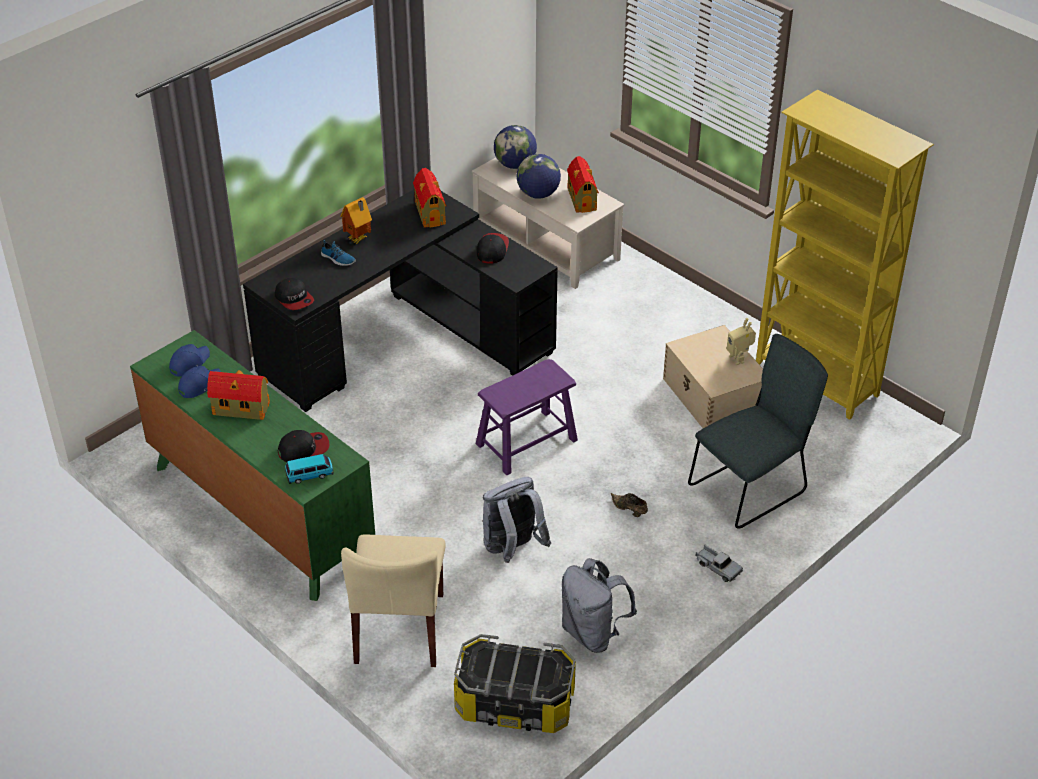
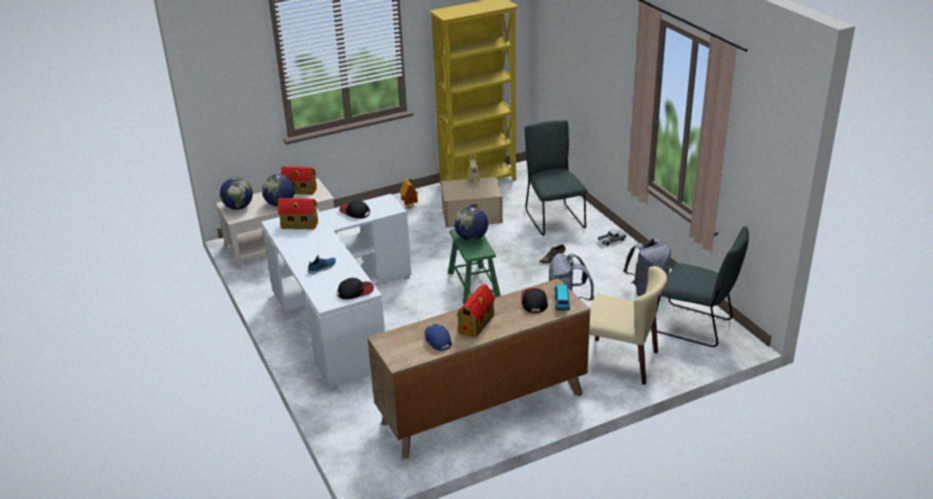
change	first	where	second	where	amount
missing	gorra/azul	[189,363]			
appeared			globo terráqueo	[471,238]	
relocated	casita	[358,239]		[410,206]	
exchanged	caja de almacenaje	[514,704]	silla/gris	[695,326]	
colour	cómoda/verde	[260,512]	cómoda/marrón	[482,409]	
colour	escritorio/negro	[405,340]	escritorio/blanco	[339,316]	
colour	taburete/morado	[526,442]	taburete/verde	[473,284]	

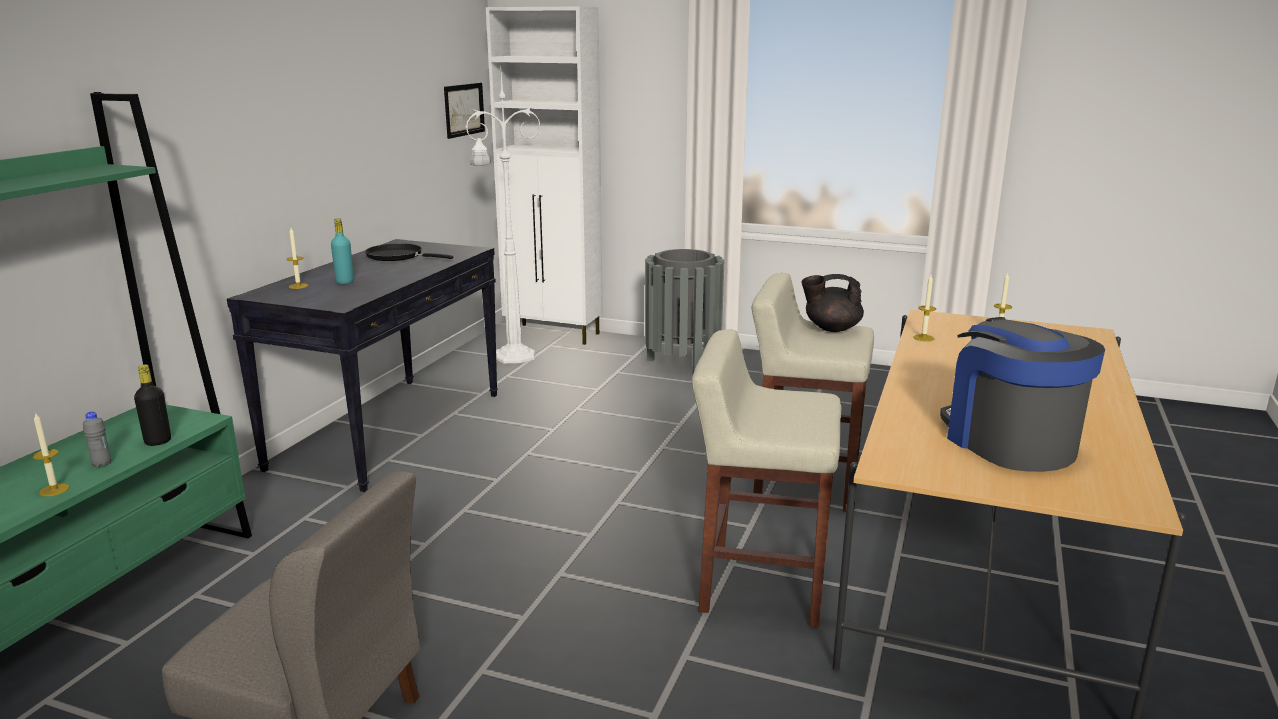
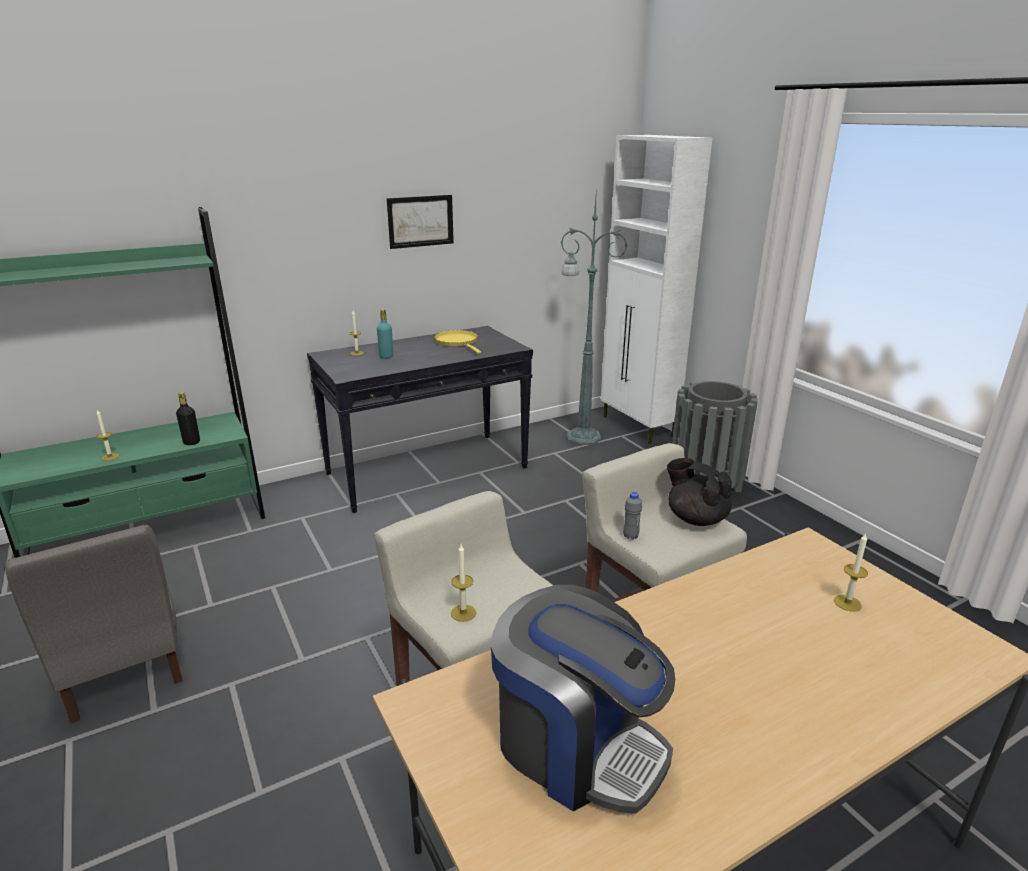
change	first	where	second	where	amount
relocated	botella/gris	[102,464]		[630,536]	
relocated	cuadro	[464,109]		[420,221]	
relocated	vela	[923,338]		[463,613]	
colour	sartén/negro	[398,256]	sartén/amarillo	[457,342]	
colour	lámpara de pie/blanco	[512,356]	lámpara de pie/verde	[581,437]	
spun	cafetera	[1008,442]		[577,745]	105 degrees clockwise

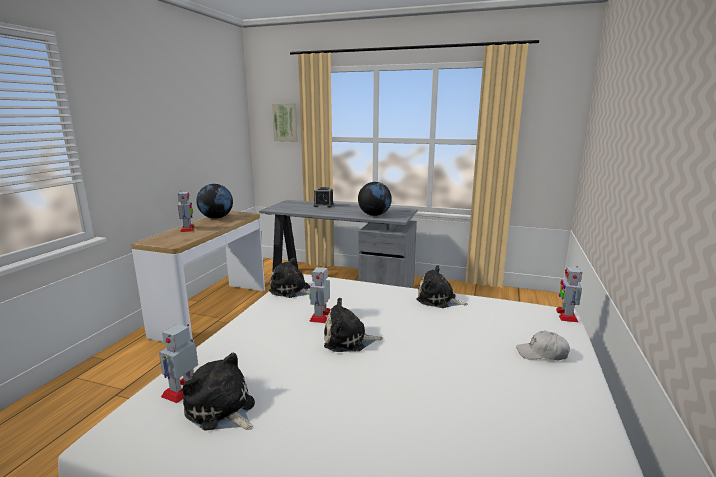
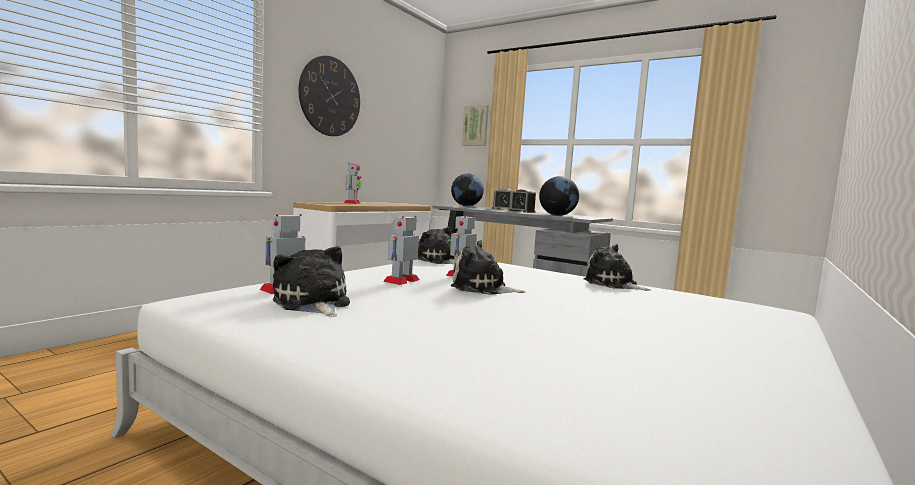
change	first	where	second	where	amount
missing	gorra/blanco	[542,353]			
appeared			reloj de pared	[330,97]	
appeared			despertador	[522,211]	
relocated	globo terráqueo	[216,218]		[466,206]	
relocated	robot de juguete	[566,315]		[401,281]	

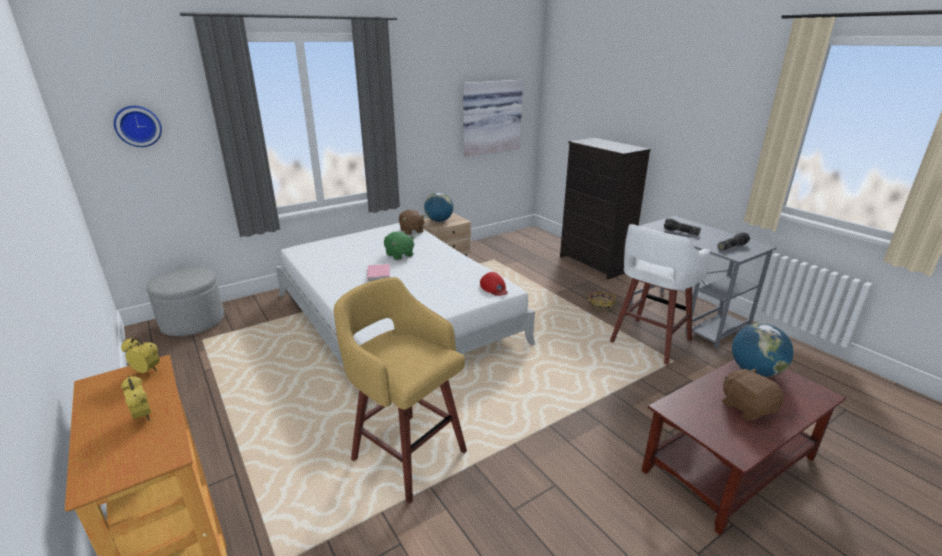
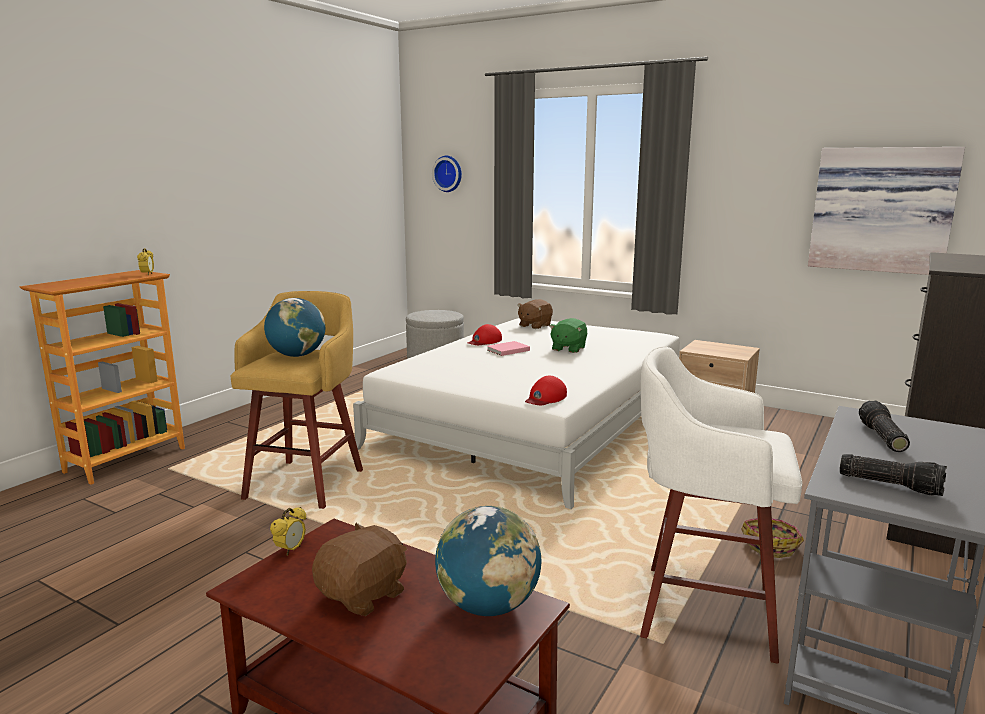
change	first	where	second	where	amount
appeared			gorra/rojo	[484,341]	
relocated	despertador	[143,417]		[291,550]	
relocated	peluche/marrón	[411,231]		[534,325]	
relocated	globo terráqueo	[439,221]		[297,355]	

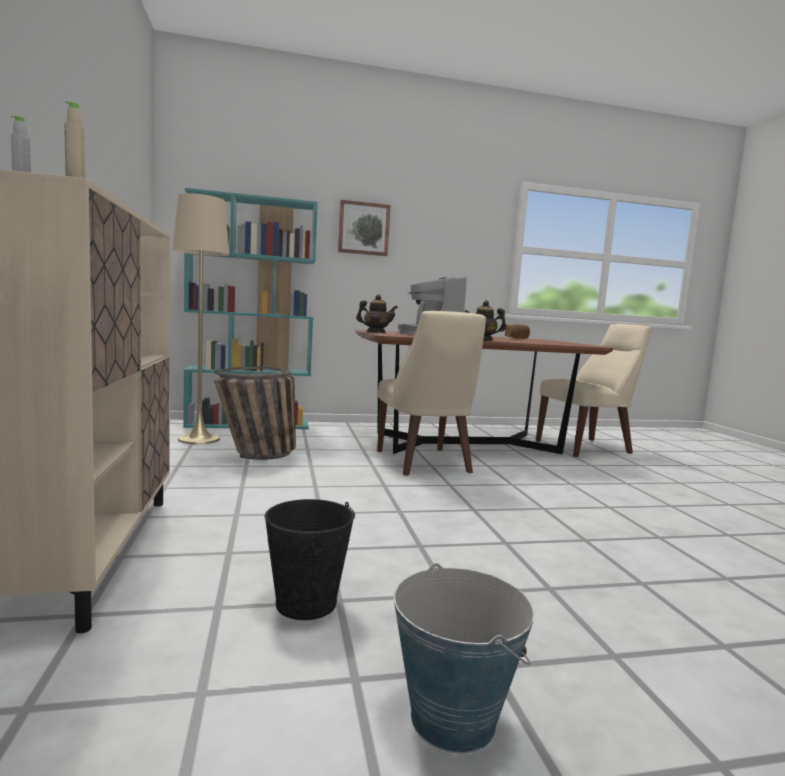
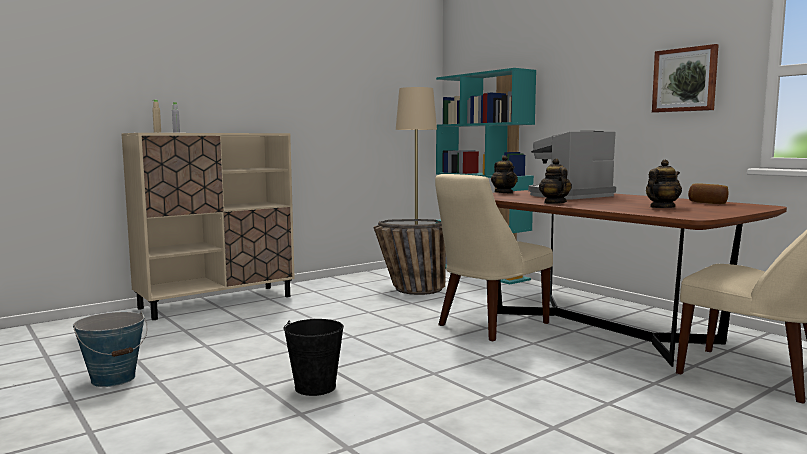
change	first	where	second	where	amount
appeared			tetera	[661,208]	
relocated	cubo/negro	[305,602]		[315,387]	
relocated	cuadro	[363,228]		[685,80]	

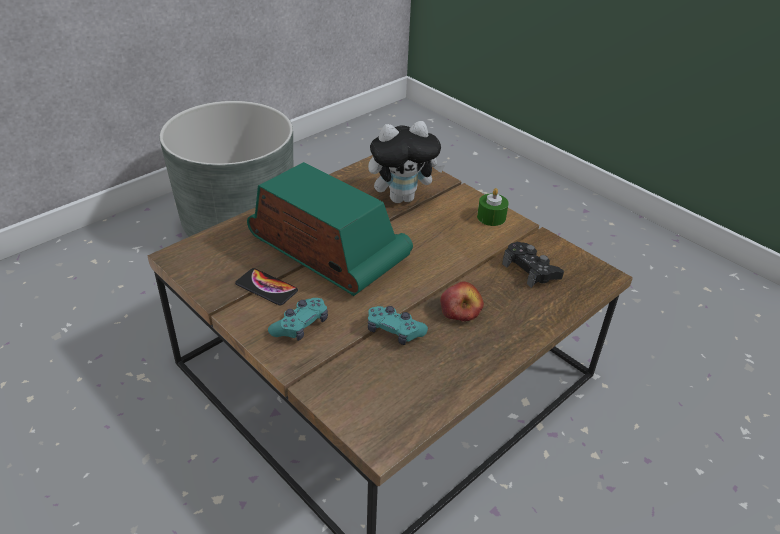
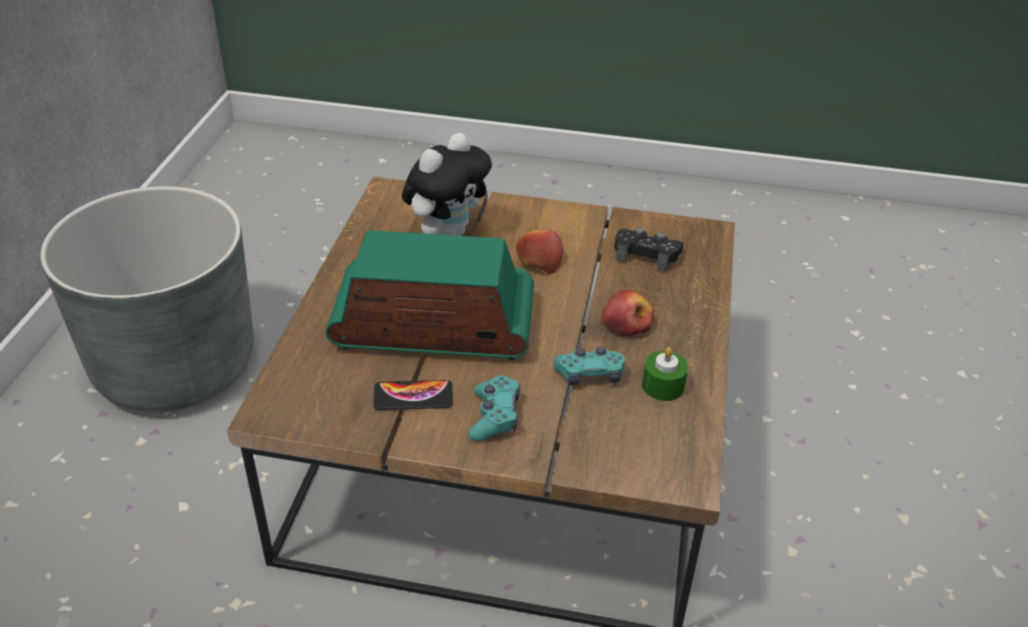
change	first	where	second	where	amount
appeared			manzana	[539,260]	
relocated	vela/verde	[491,217]		[663,386]	

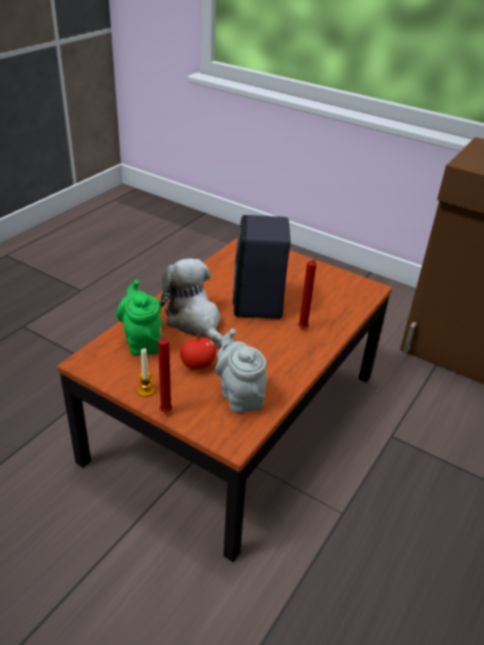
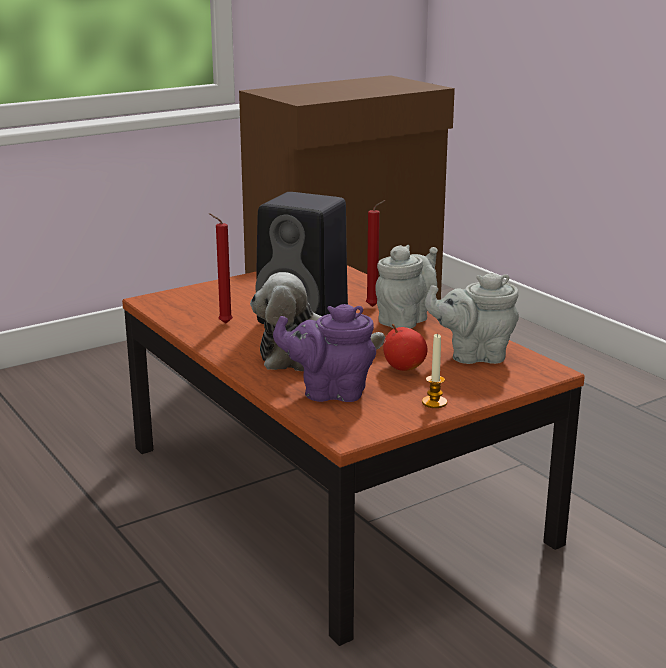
change	first	where	second	where	amount
appeared			tetera/gris	[406,320]	
relocated	vela/rojo	[165,410]		[223,323]	
colour	tetera/verde	[142,341]	tetera/morado	[330,392]	

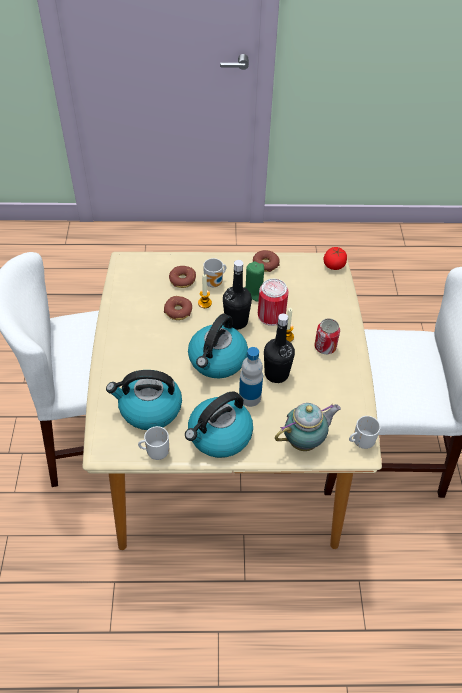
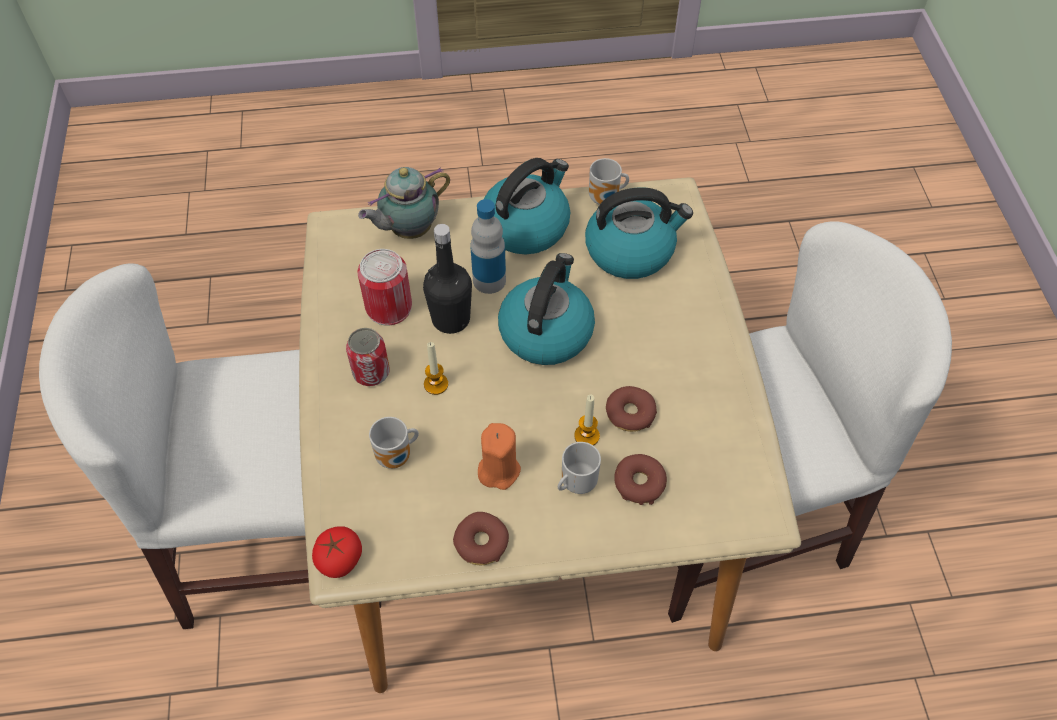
change	first	where	second	where	amount
missing	botella/negro	[236,321]			
relocated	lata	[271,315]		[389,307]	
relocated	taza grande	[361,441]		[397,457]	
colour	vela/verde	[254,292]	vela/naranja	[498,470]	

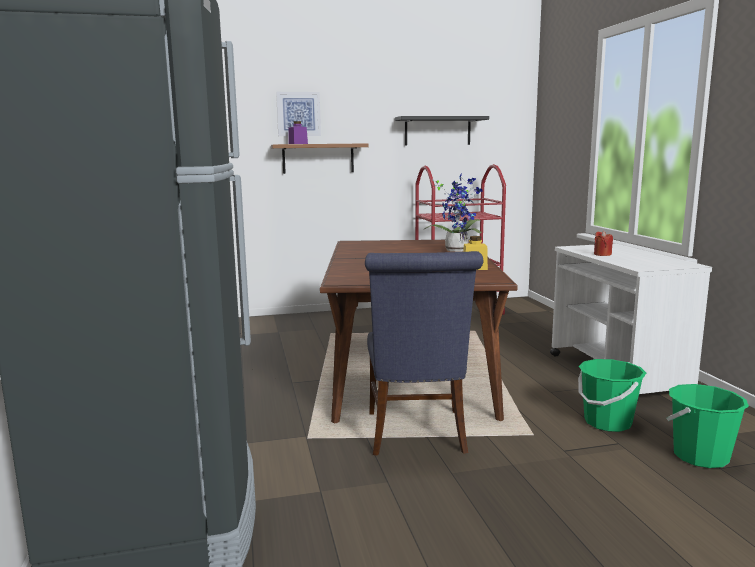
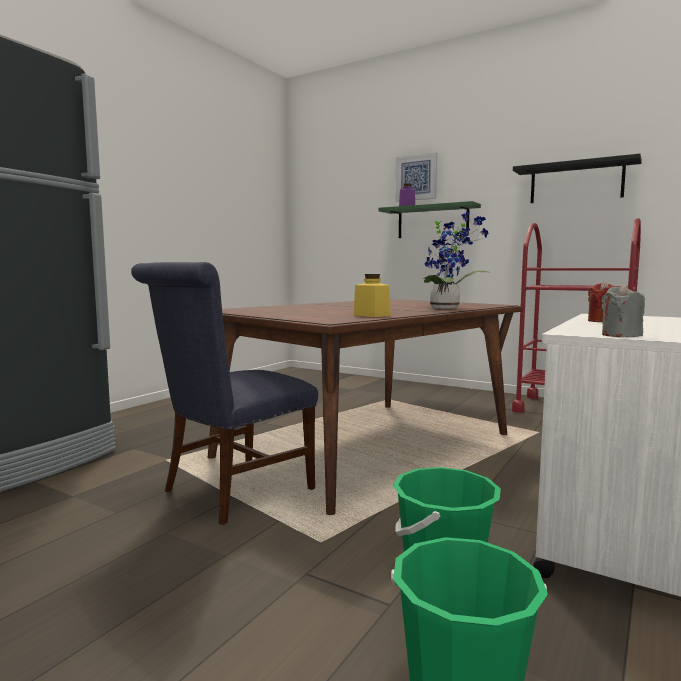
change	first	where	second	where	amount
appeared			vela/gris	[621,335]	
colour	estante/marrón	[318,158]	estante/verde	[432,222]	

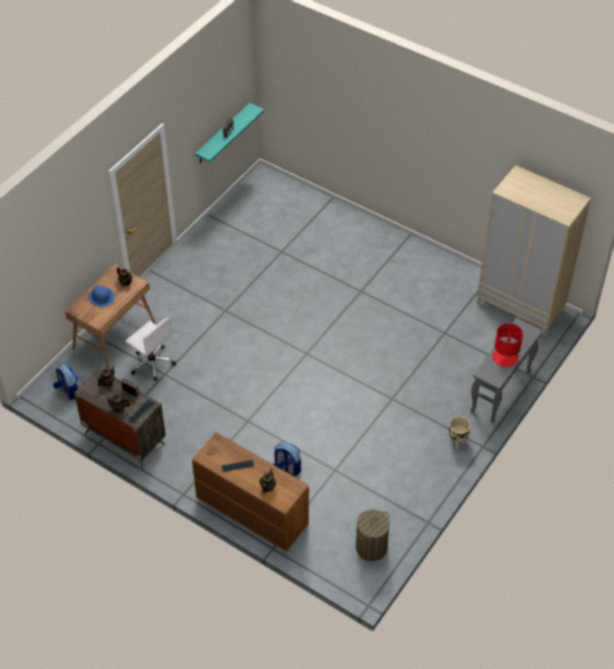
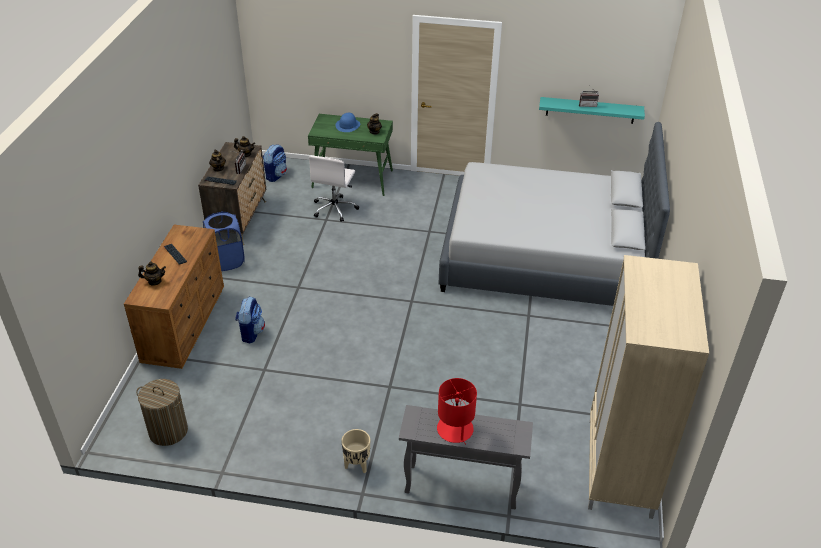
change	first	where	second	where	amount
appeared			cesto de la ropa/azul	[227,261]	
appeared			cama/gris	[544,257]	
colour	escritorio/marrón	[114,336]	escritorio/verde	[353,179]	

